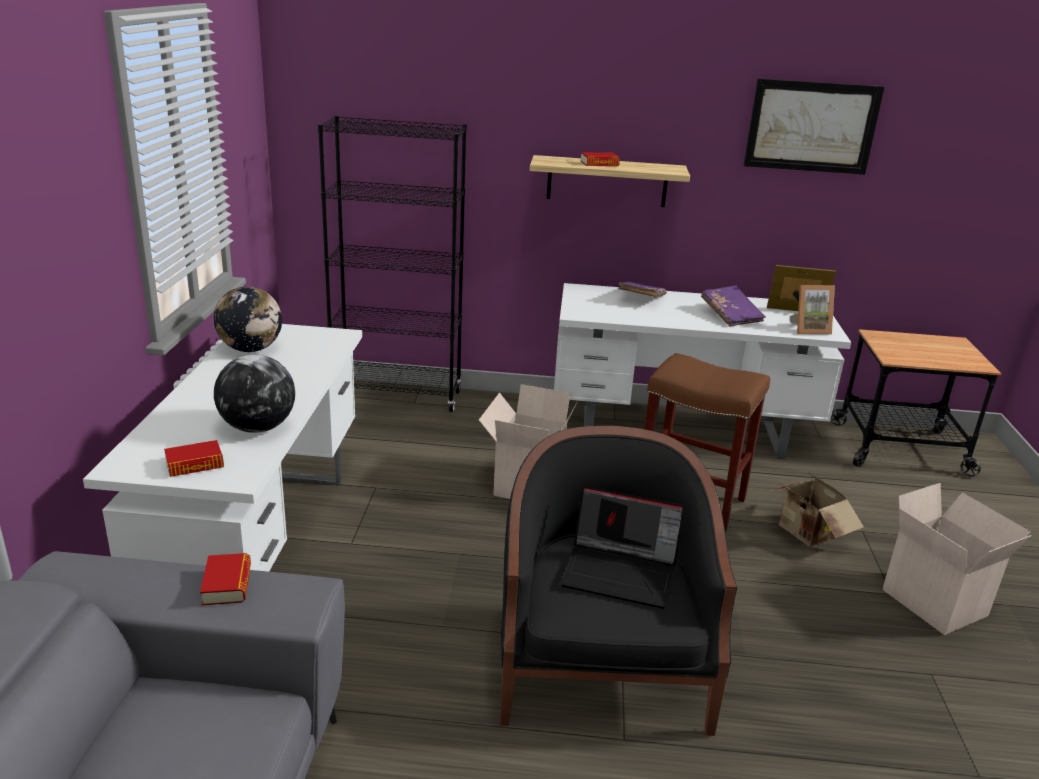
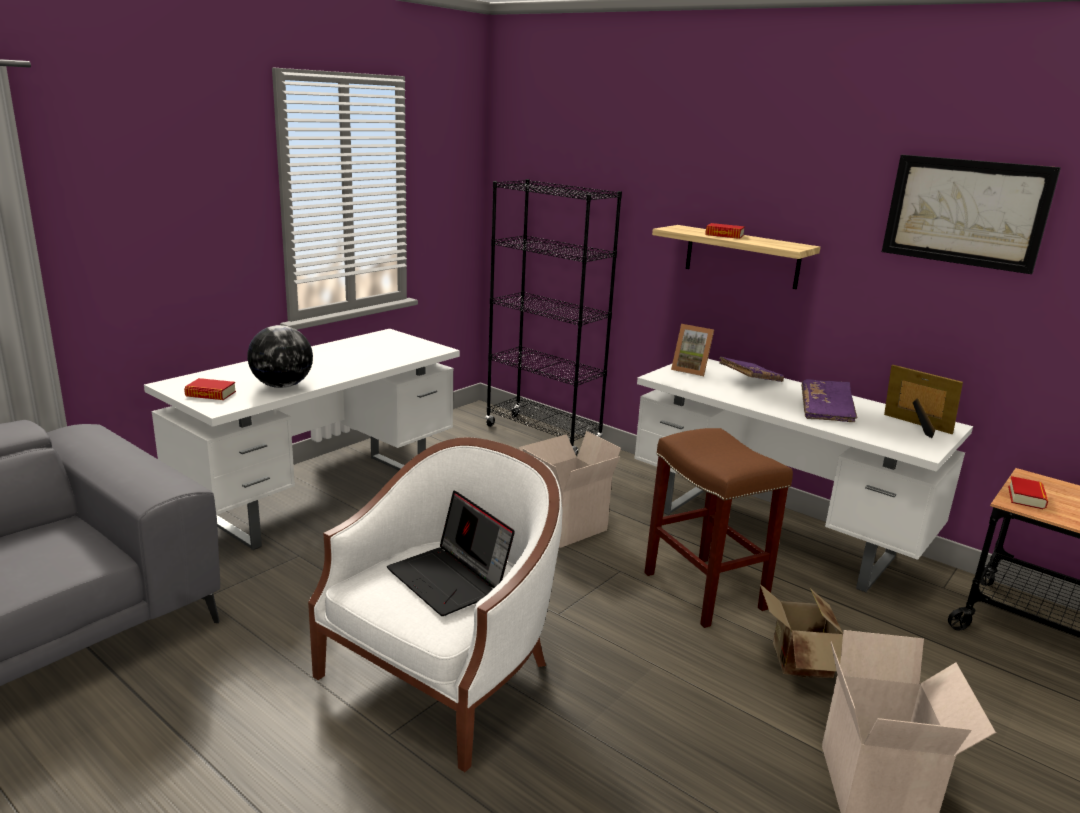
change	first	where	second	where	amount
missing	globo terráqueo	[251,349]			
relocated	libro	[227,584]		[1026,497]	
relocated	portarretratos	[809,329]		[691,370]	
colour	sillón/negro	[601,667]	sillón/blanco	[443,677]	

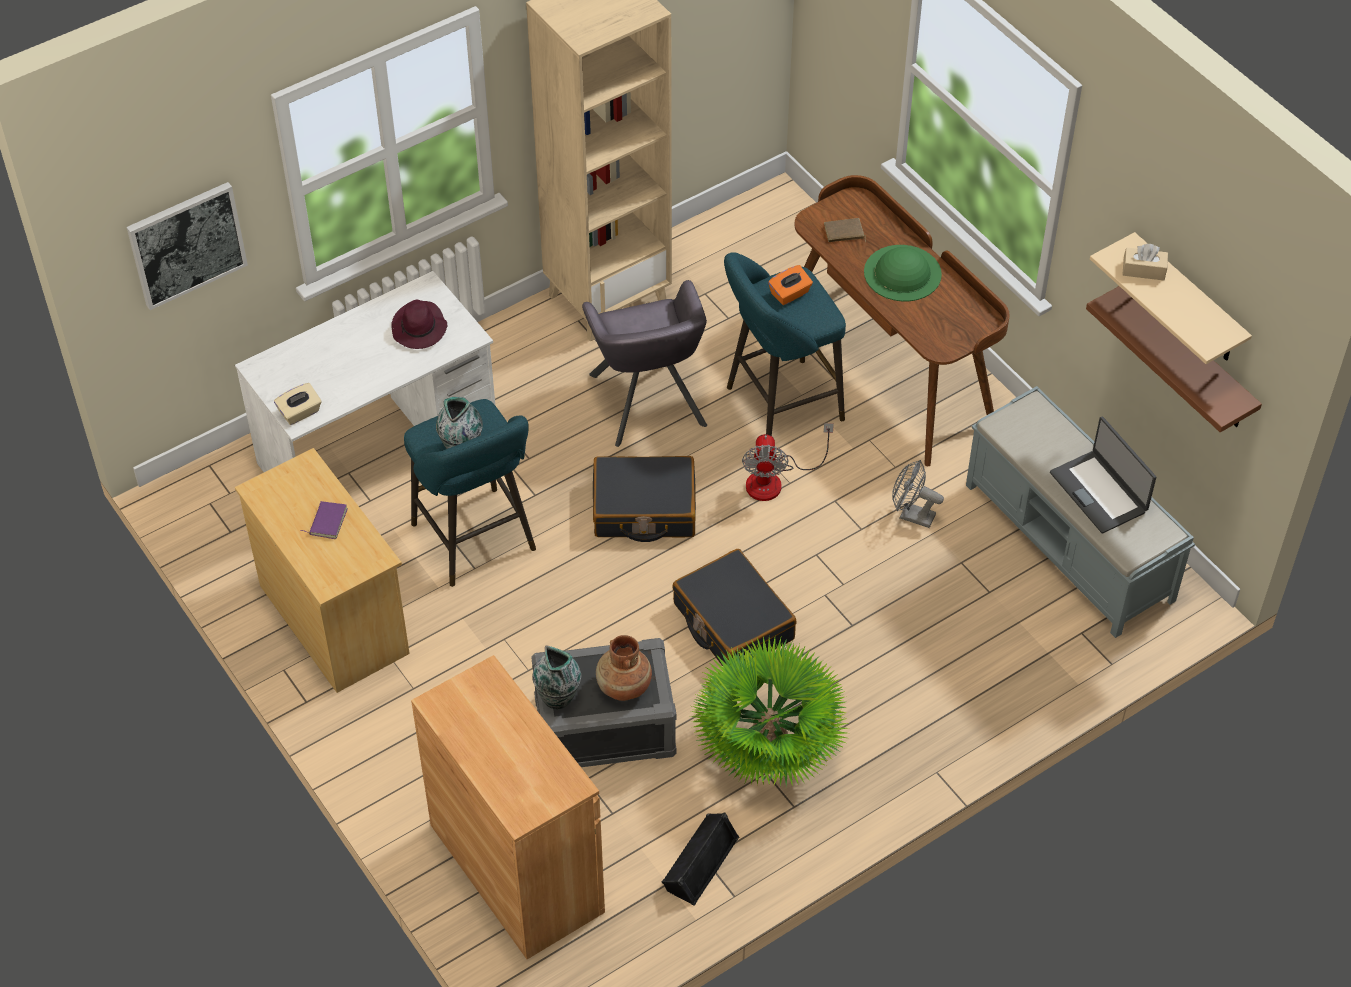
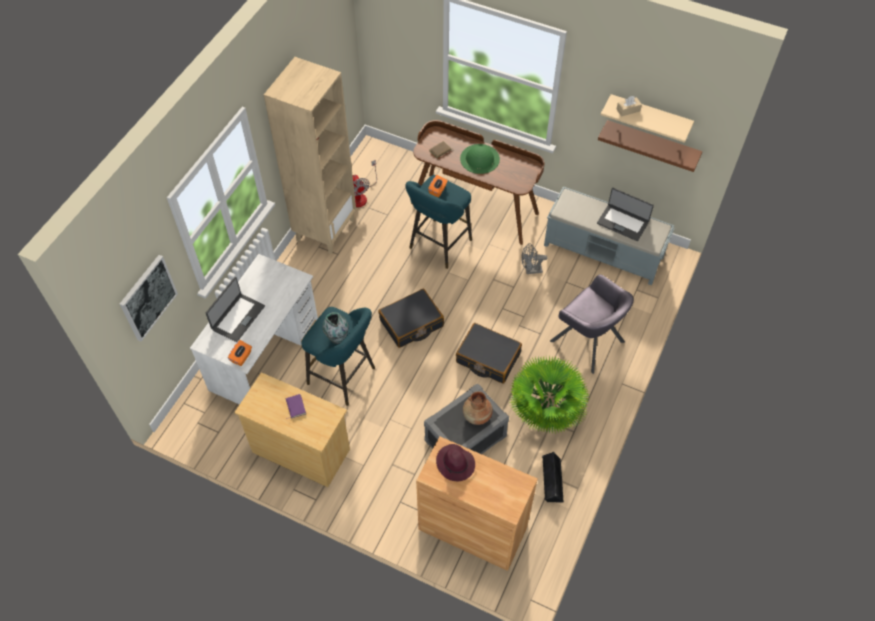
change	first	where	second	where	amount
missing	florero	[558,698]			
appeared			portátil	[237,317]	
relocated	sombrero/morado	[419,329]		[456,464]	
relocated	sillón/gris	[647,400]		[587,342]	
relocated	ventilador	[775,480]		[361,195]	
colour	caja de pañuelos/beis	[300,413]	caja de pañuelos/naranja	[241,357]	

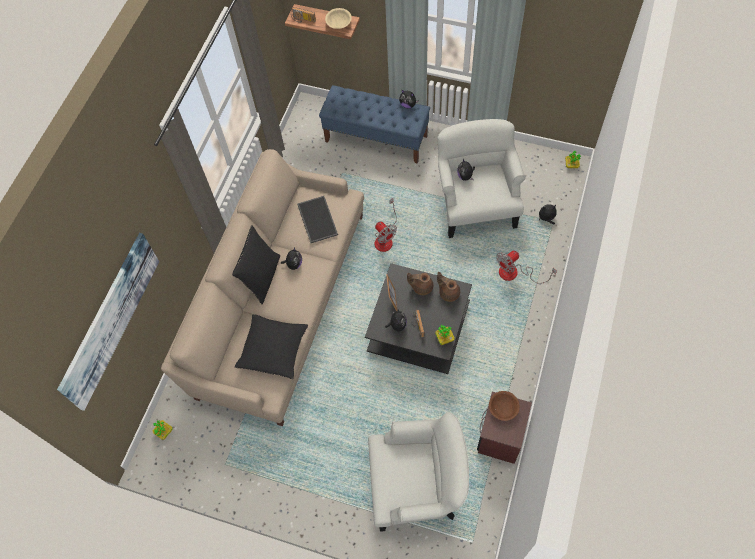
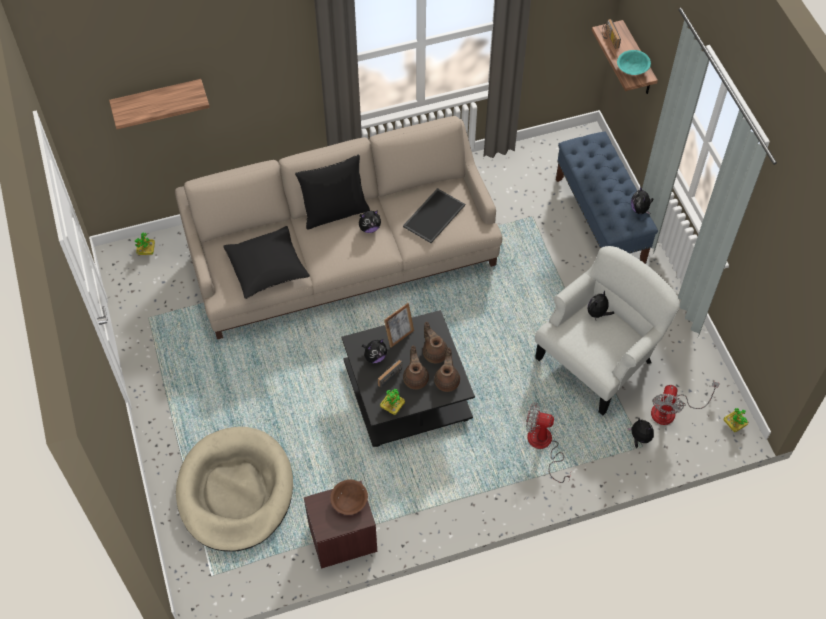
change	first	where	second	where	amount
appeared			tetera/marrón	[416,378]	
relocated	ventilador	[385,238]		[671,411]	
exchanged	cuadro	[110,319]	estante	[158,100]	
exchanged	sillón/blanco	[416,486]	cama para perro/beis	[235,491]	
colour	cuenco/beis	[339,24]	cuenco/turquesa	[632,69]	

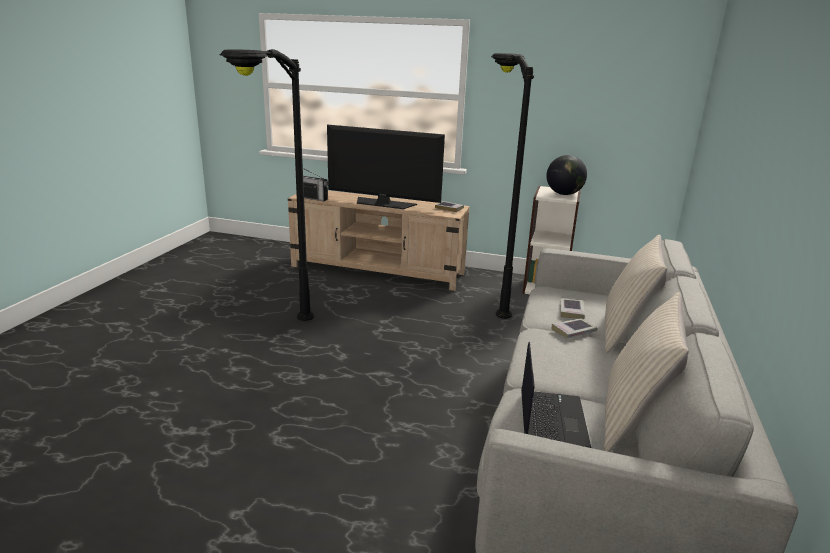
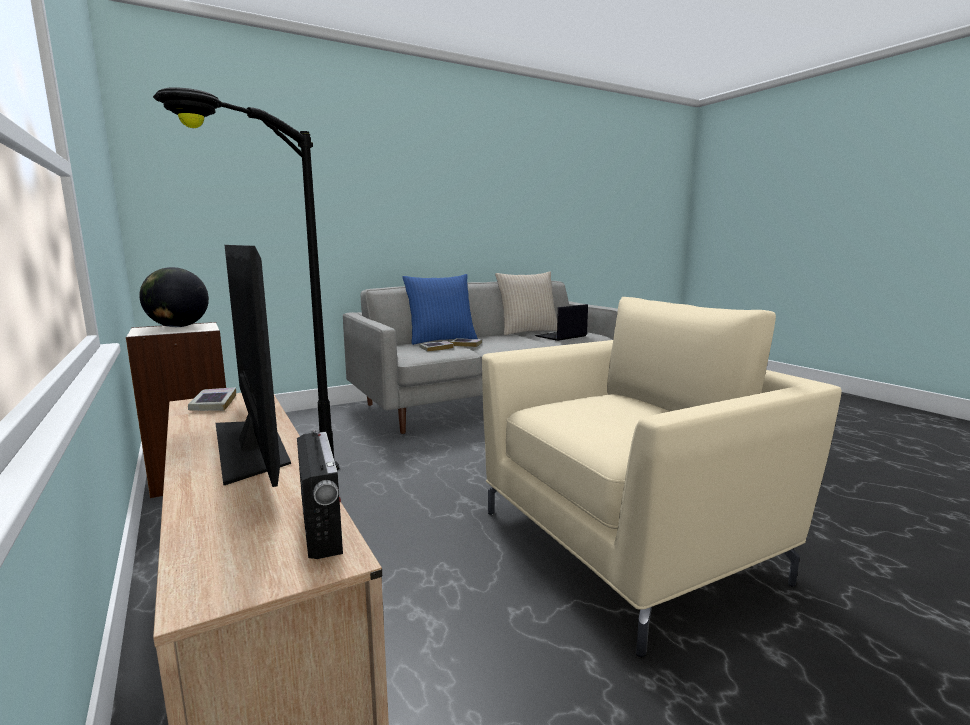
change	first	where	second	where	amount
exchanged	lámpara de pie/negro	[277,341]	sillón/beis	[629,543]	
colour	cojín/beis	[625,333]	cojín/azul	[441,340]	

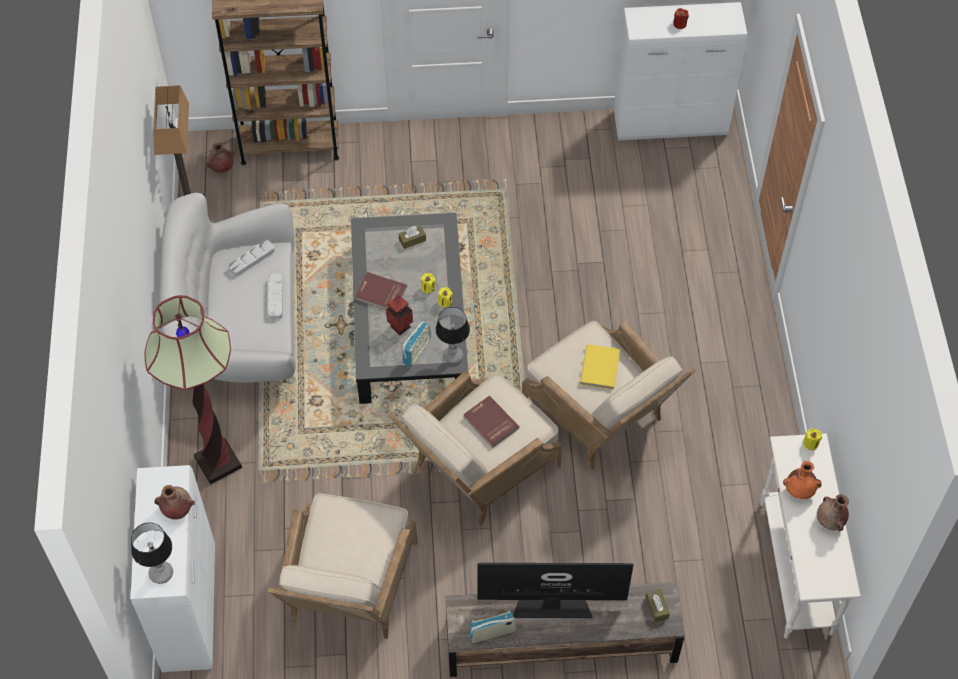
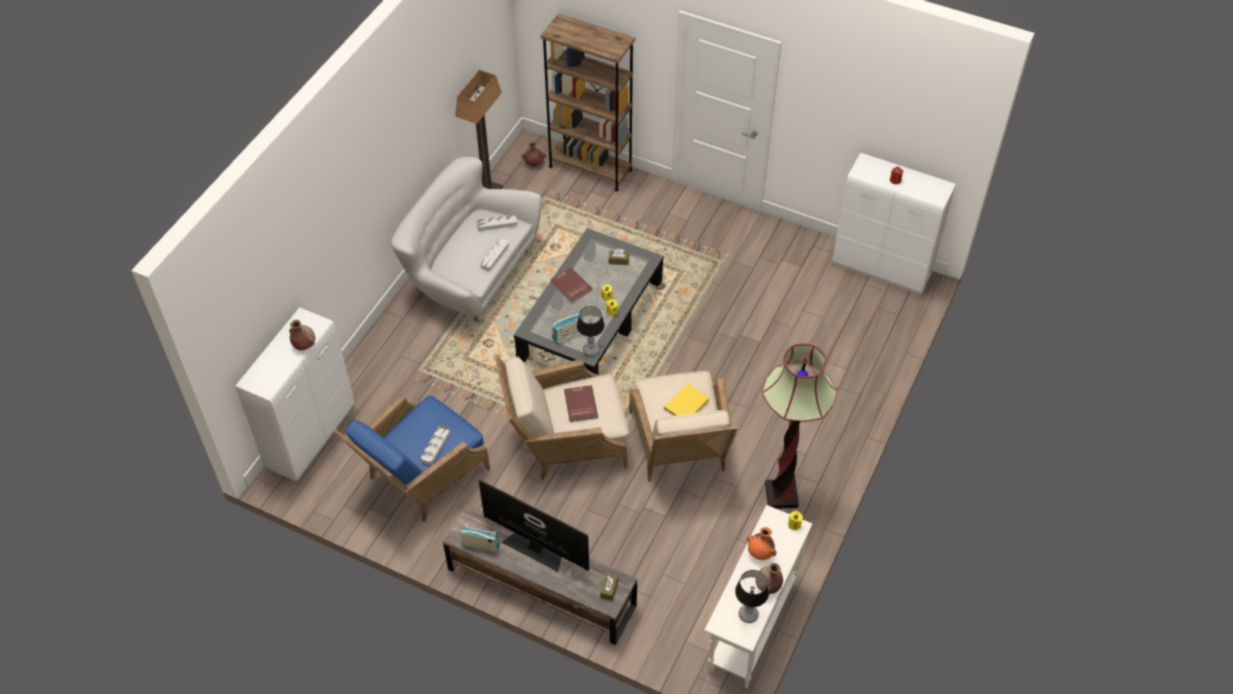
change	first	where	second	where	amount
missing	florero	[400,327]			
appeared			bandeja/gris	[436,446]	
relocated	lámpara de mesa	[161,573]		[748,614]	
relocated	lámpara de pie	[218,463]		[781,495]	
colour	sillón/beis	[349,592]	sillón/azul	[420,479]	

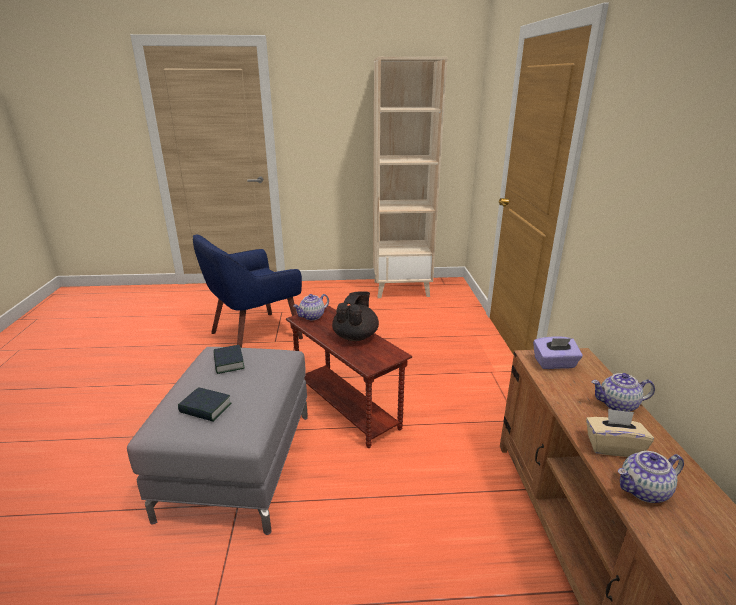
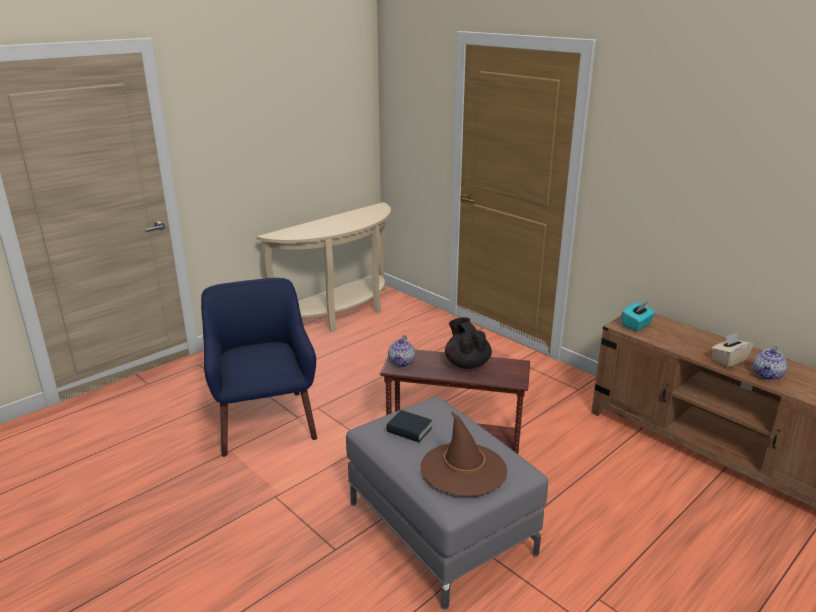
change	first	where	second	where	amount
missing	tetera	[617,405]			
exchanged	libro	[205,408]	sombrero/marrón	[463,469]	
exchanged	estantería/beis	[401,288]	mesa consola/beis	[342,315]	
colour	caja de pañuelos/morado	[554,364]	caja de pañuelos/turquesa	[637,325]	
spun	sillón/azul	[254,335]		[264,421]	150 degrees clockwise

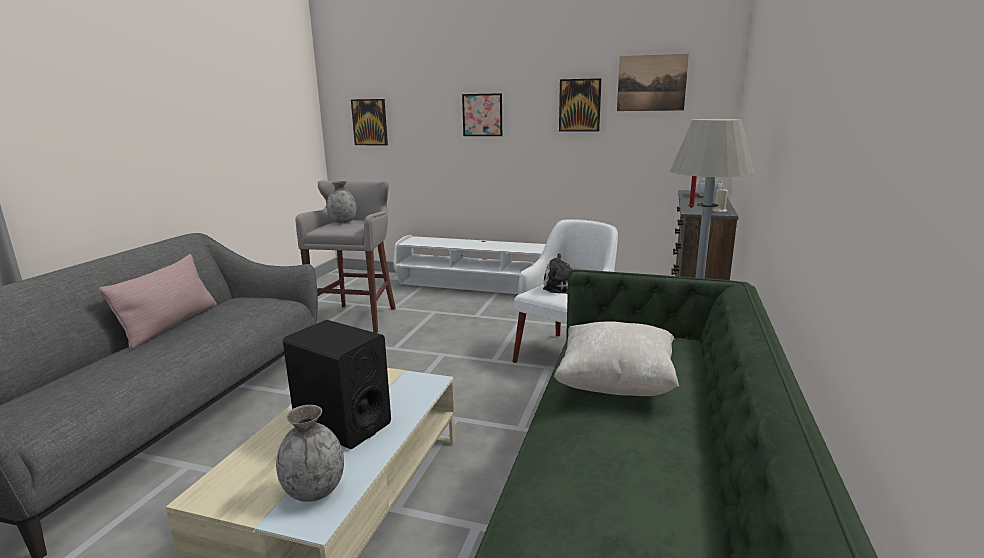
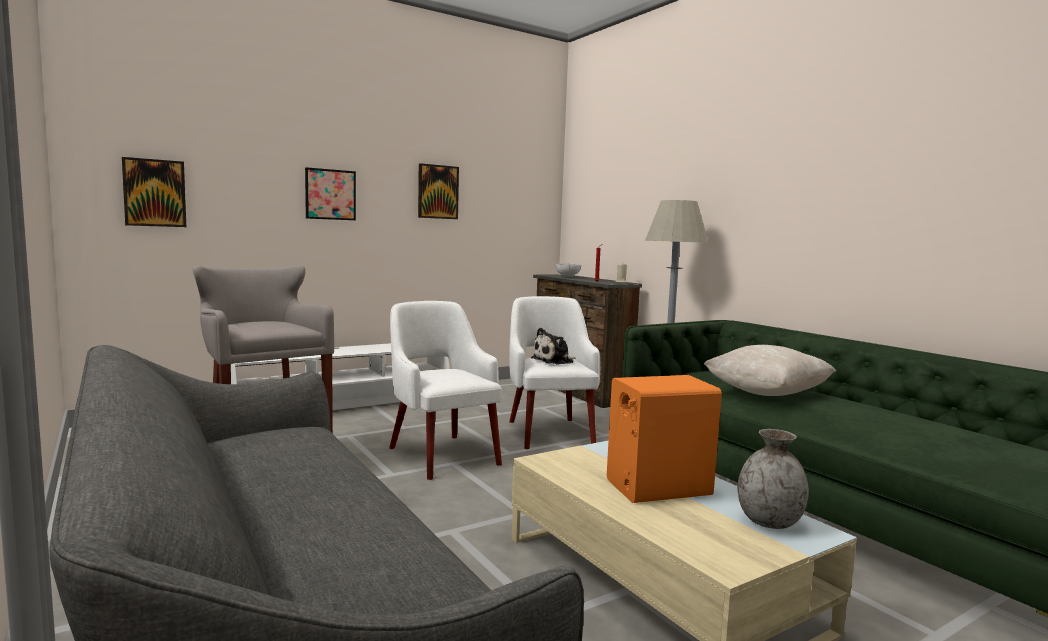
change	first	where	second	where	amount
missing	cojín/rosa	[171,325]			
missing	florero/gris	[343,222]			
missing	cuadro	[651,83]			
appeared			sillón/blanco	[442,454]	
colour	altavoz/negro	[342,424]	altavoz/naranja	[657,488]	

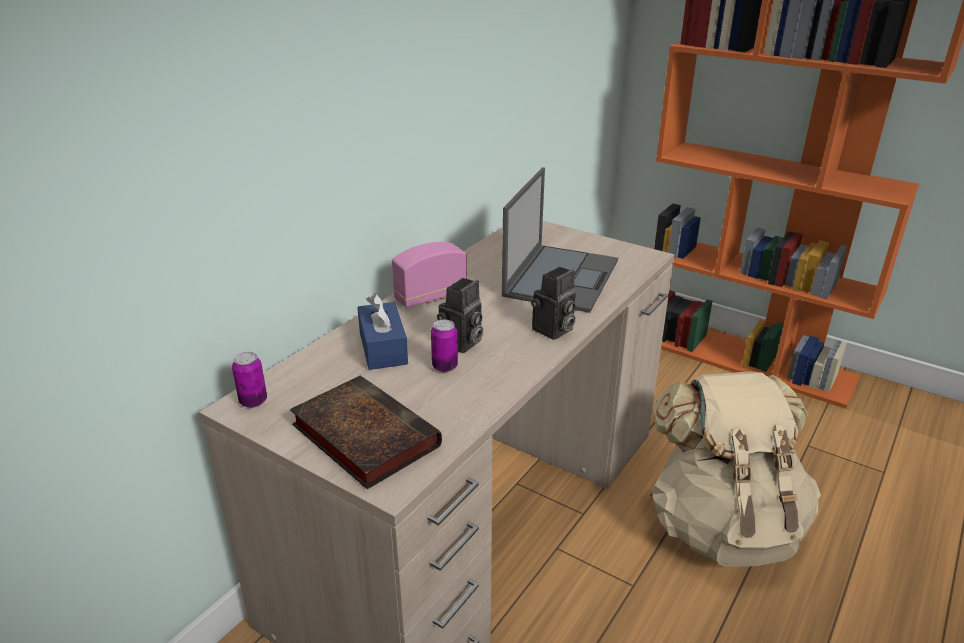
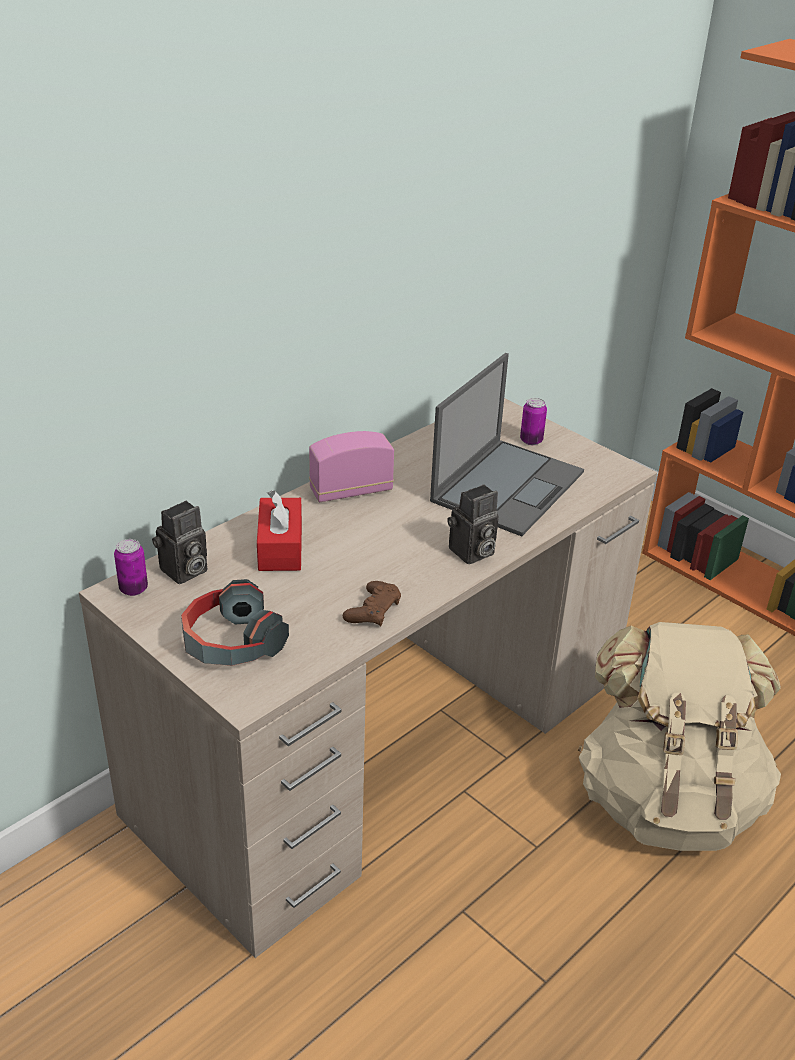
change	first	where	second	where	amount
appeared			mando de consola/marrón	[373,610]	
relocated	lata	[445,367]		[531,441]	
relocated	cámara	[461,344]		[183,572]	
exchanged	libro	[361,435]	auriculares	[231,642]	
colour	caja de pañuelos/azul	[383,348]	caja de pañuelos/rojo	[280,547]	

